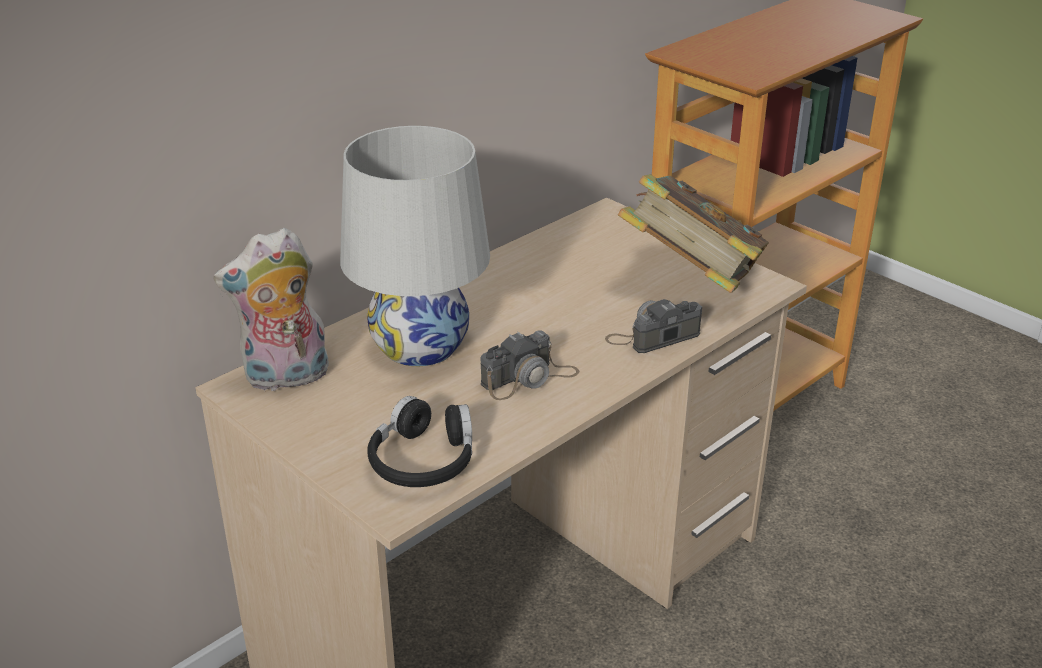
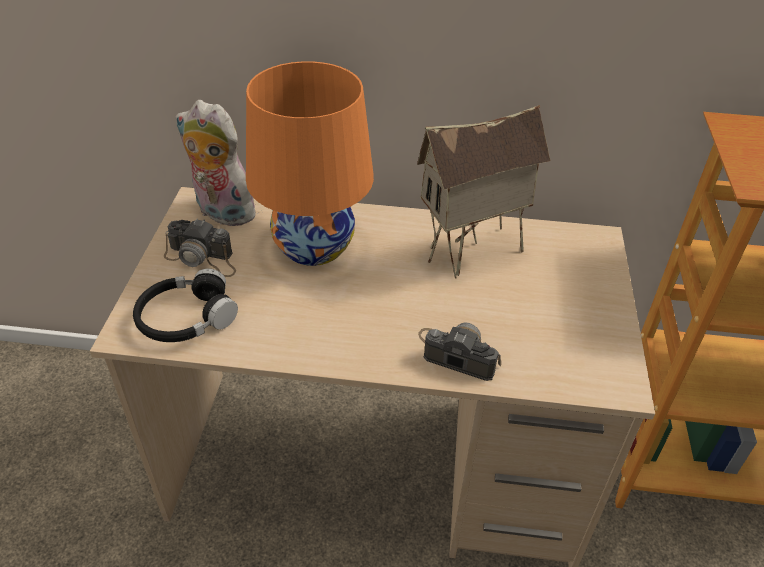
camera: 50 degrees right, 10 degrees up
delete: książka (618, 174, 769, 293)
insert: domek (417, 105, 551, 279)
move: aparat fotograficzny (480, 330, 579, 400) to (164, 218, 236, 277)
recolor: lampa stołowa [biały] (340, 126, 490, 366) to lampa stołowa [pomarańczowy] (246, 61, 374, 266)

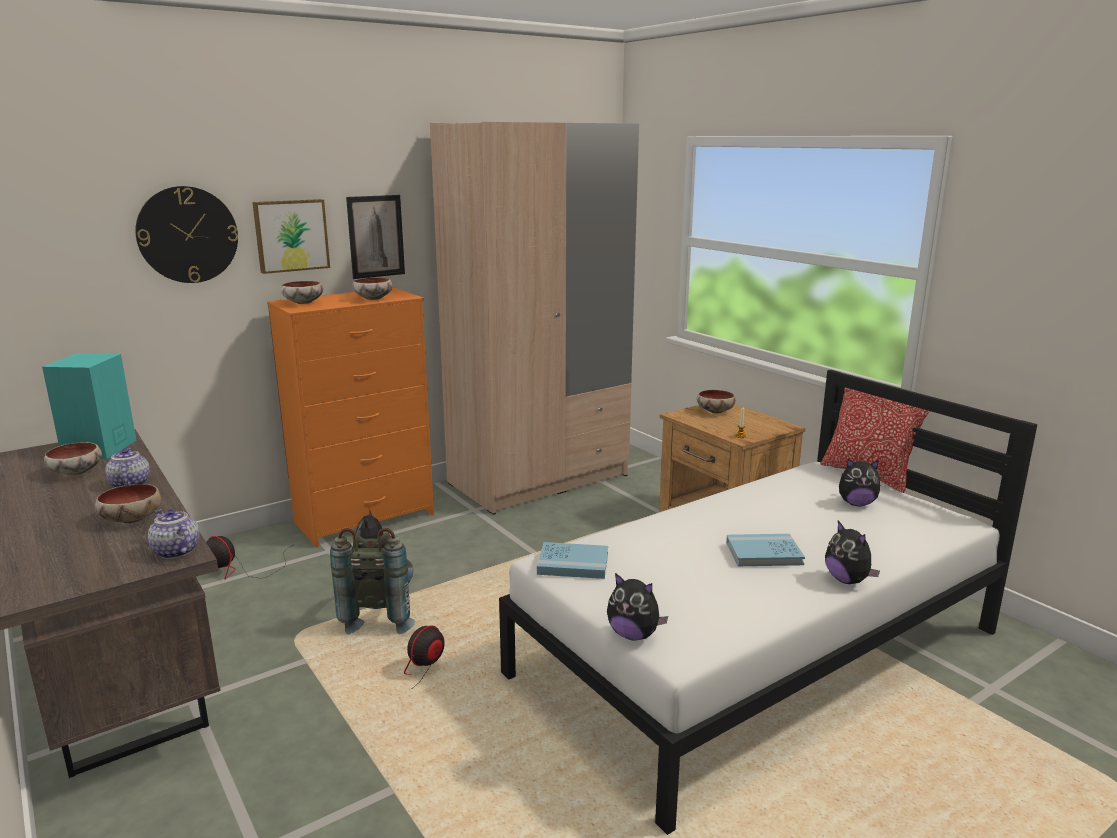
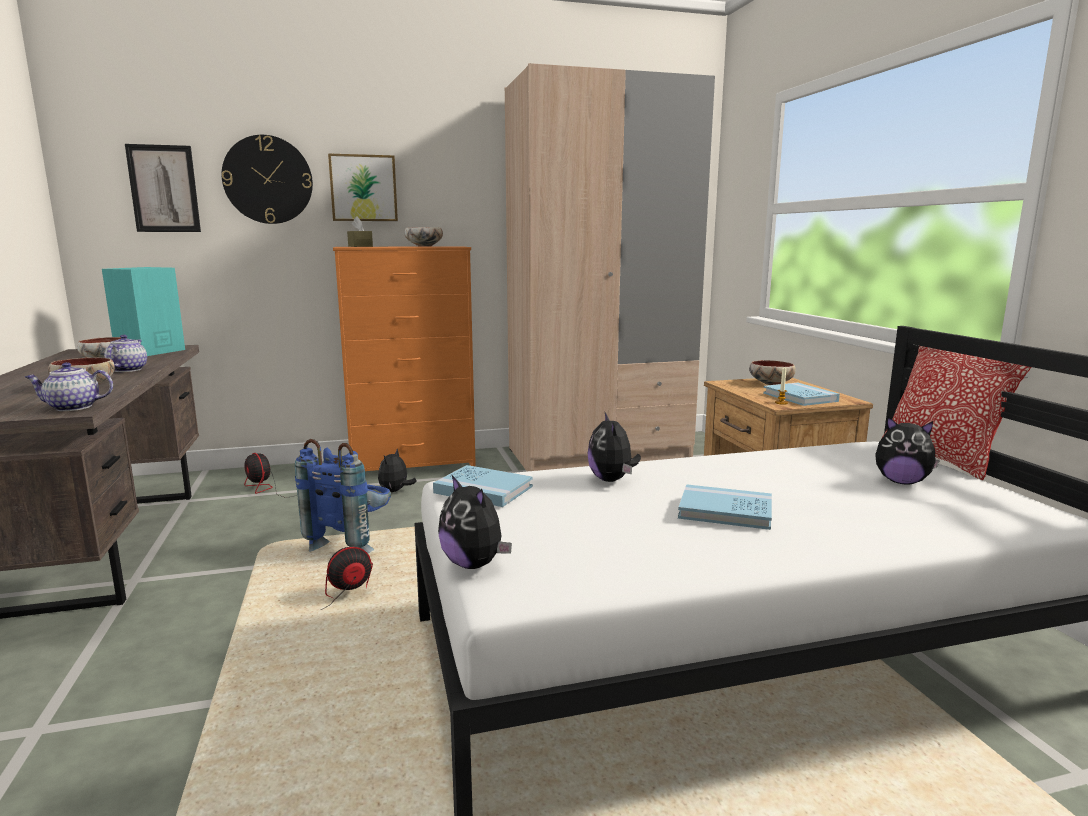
camera: 20 degrees right, 5 degrees down
insert: książka [niebieski] (763, 383, 840, 406)
move: obraz (346, 195, 405, 279) to (125, 144, 201, 232); pluszak (825, 521, 880, 584) to (588, 411, 641, 482)
replace: miska (281, 281, 323, 304) to pudełko chusteczek [brązowy] (347, 216, 373, 247)
recolor: plecak [szary] (330, 528, 415, 634) to plecak [niebieski] (295, 439, 391, 554)
rotate: imbryk (148, 509, 199, 559) = (25, 362, 113, 411) 75 degrees counterclockwise

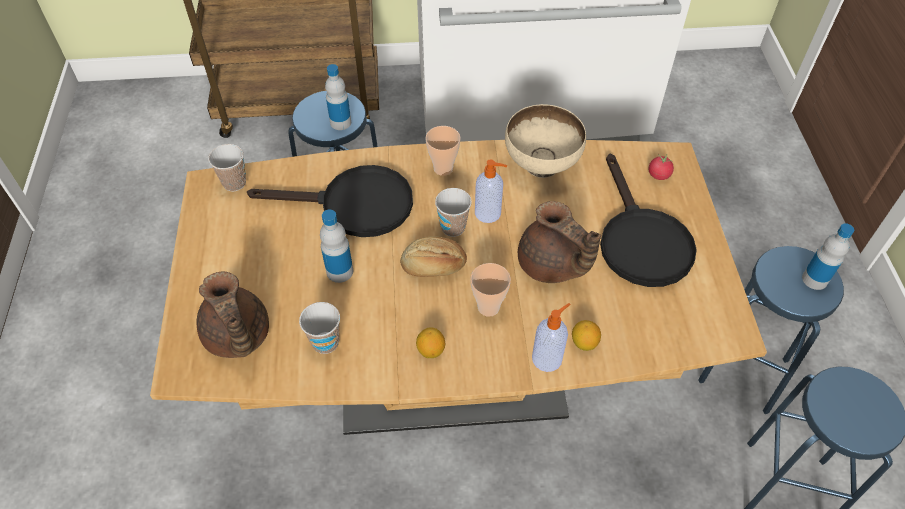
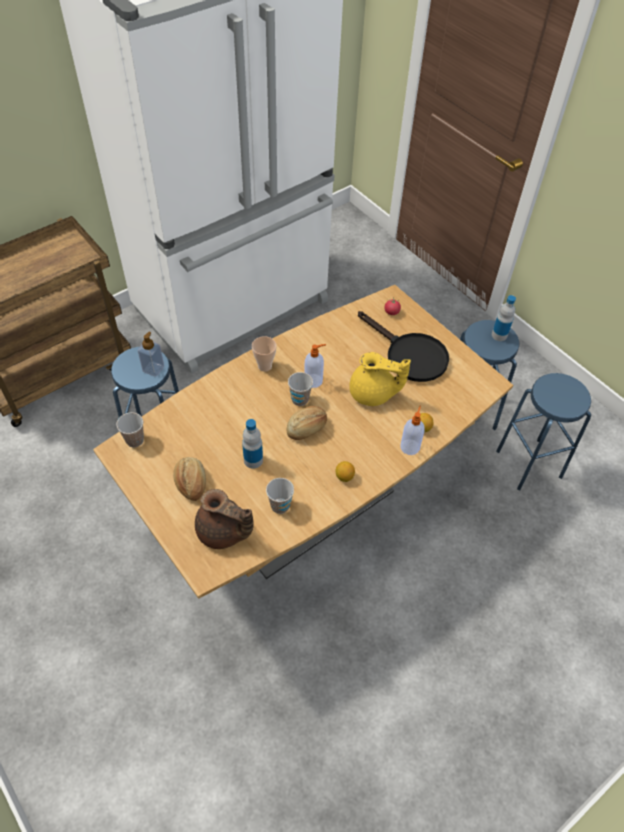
camera: 35 degrees left, 0 degrees up
delete: patelnia [czarny] (247, 165, 413, 237); filiżanka (470, 263, 511, 317); miska [beżowy] (505, 104, 586, 178)
insert: chleb (173, 457, 206, 501)
replace: butelka (325, 64, 351, 130) to dozownik mydła (138, 332, 164, 376)
recolor: imbryk [brązowy] (518, 201, 601, 283) to imbryk [żółty] (349, 352, 411, 406)

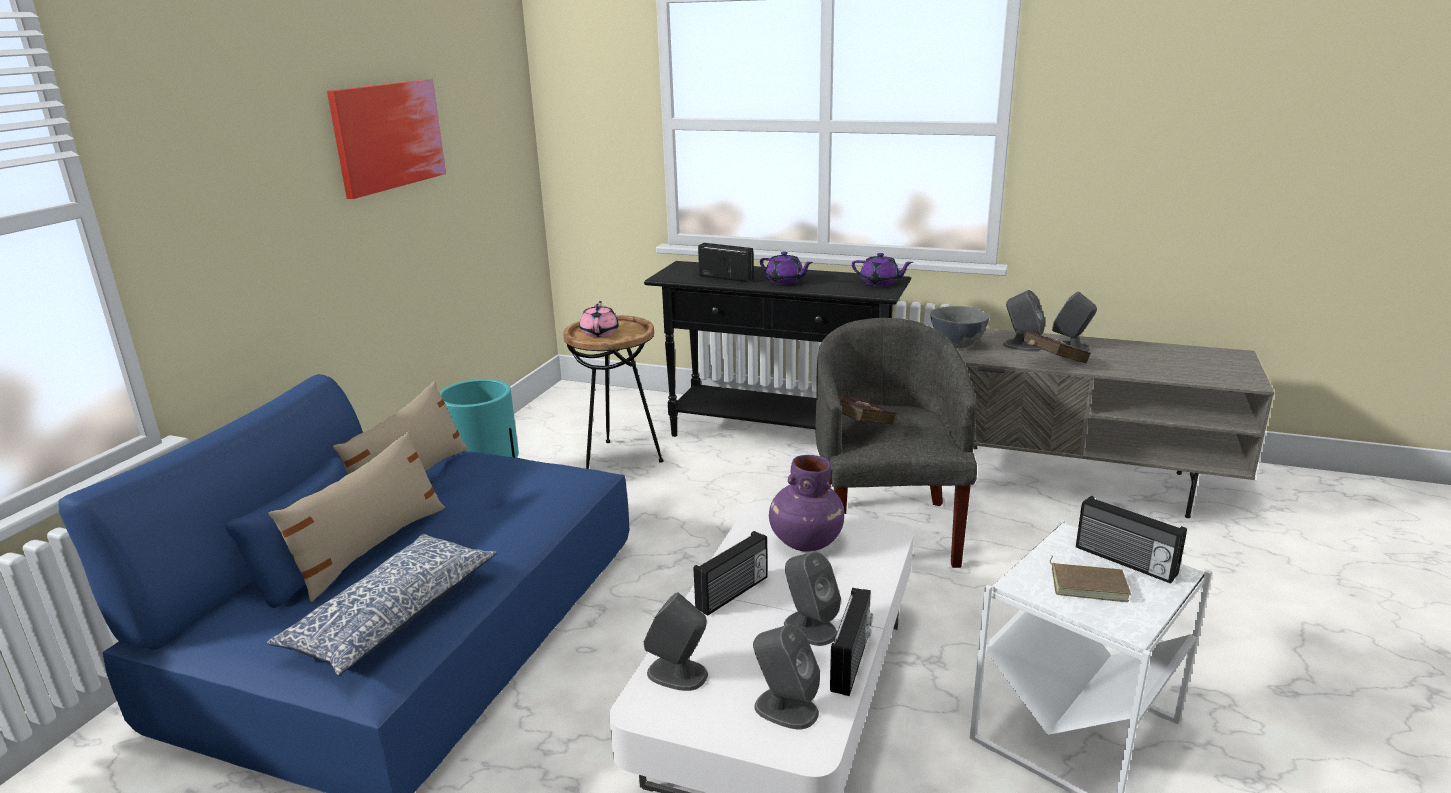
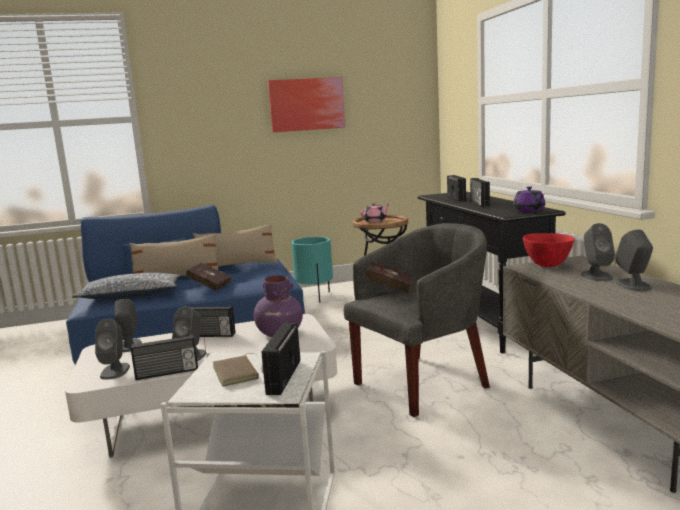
camera: 55 degrees right, 10 degrees down
move: książka [czerwony] (1022, 331, 1091, 364) to (186, 263, 231, 291)
replace: imbryk [fioletowy] (760, 252, 813, 284) to radio (470, 178, 490, 207)
recolor: miska [szary] (930, 306, 990, 348) to miska [czerwony] (523, 233, 575, 267)

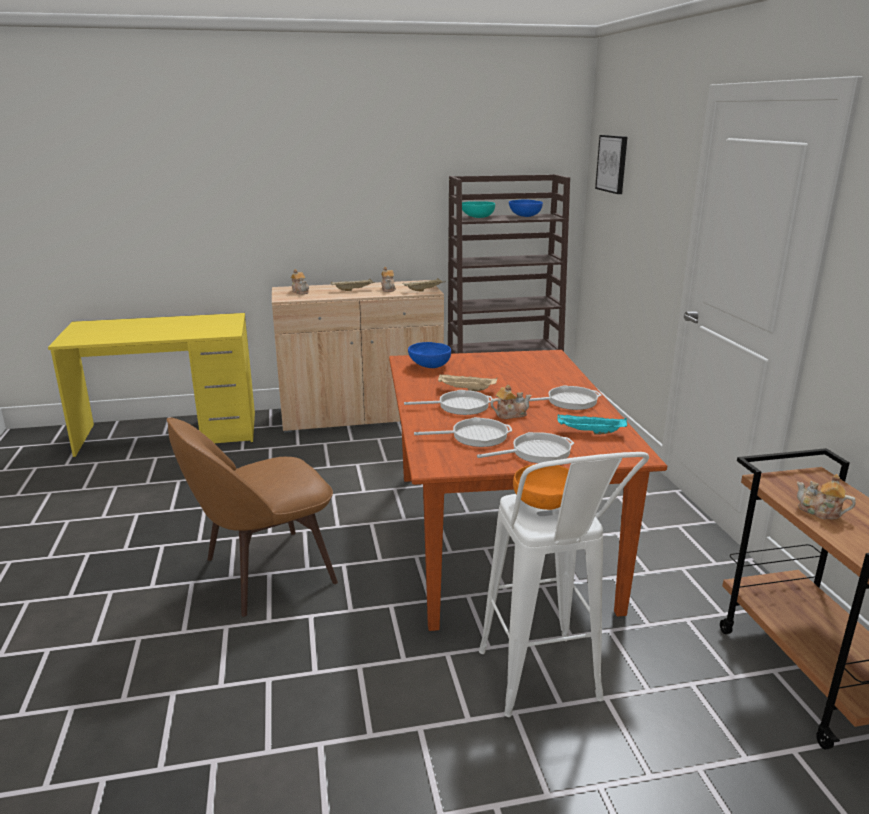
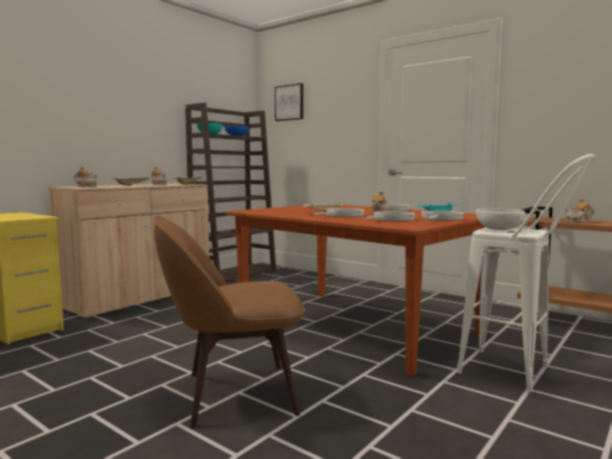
camera: 40 degrees left, 15 degrees down
delete: miska [niebieski] (408, 342, 451, 368)
recolor: miska [pomarańczowy] (513, 464, 569, 510) to miska [biały] (476, 208, 526, 230)
rotate: krzesło [brązowy] (167, 417, 338, 617) = (154, 216, 306, 428) 60 degrees clockwise

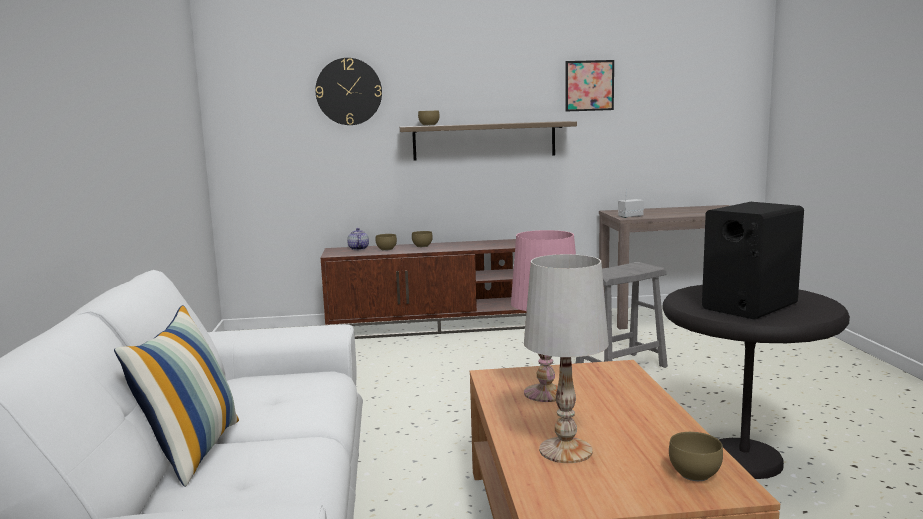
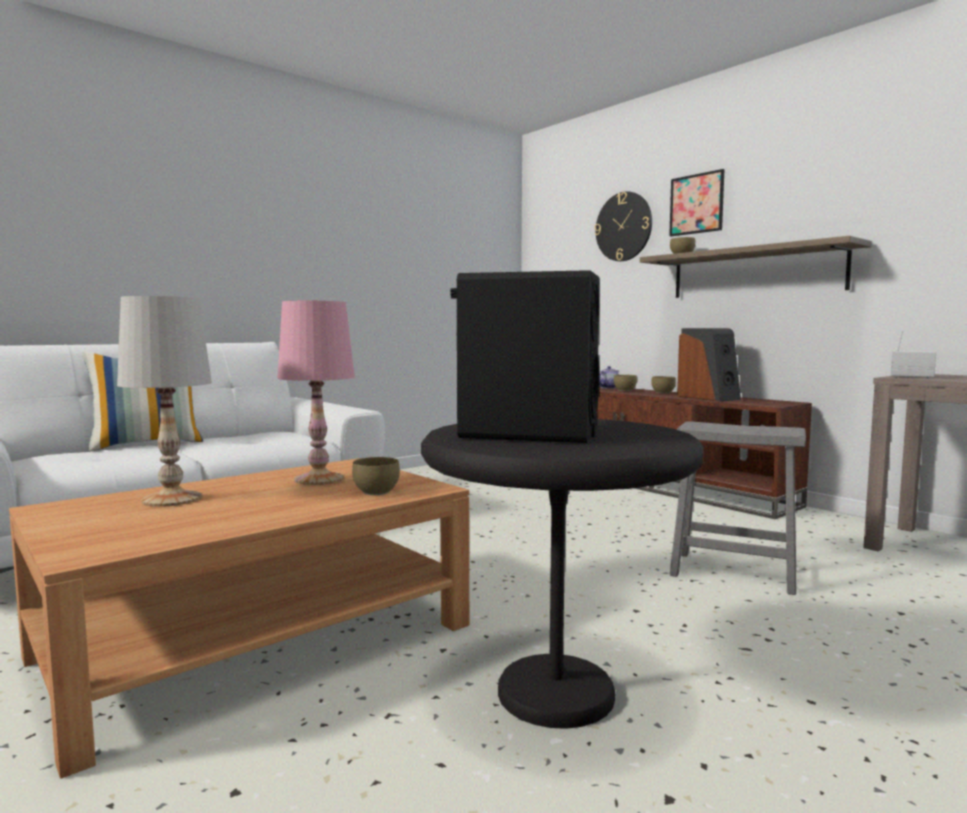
camera: 55 degrees right, 5 degrees down
insert: głośnik (677, 328, 741, 401)
move: obraz (565, 60, 614, 112) to (669, 169, 725, 236); miska [brązowy] (669, 432, 723, 481) to (352, 457, 400, 495)

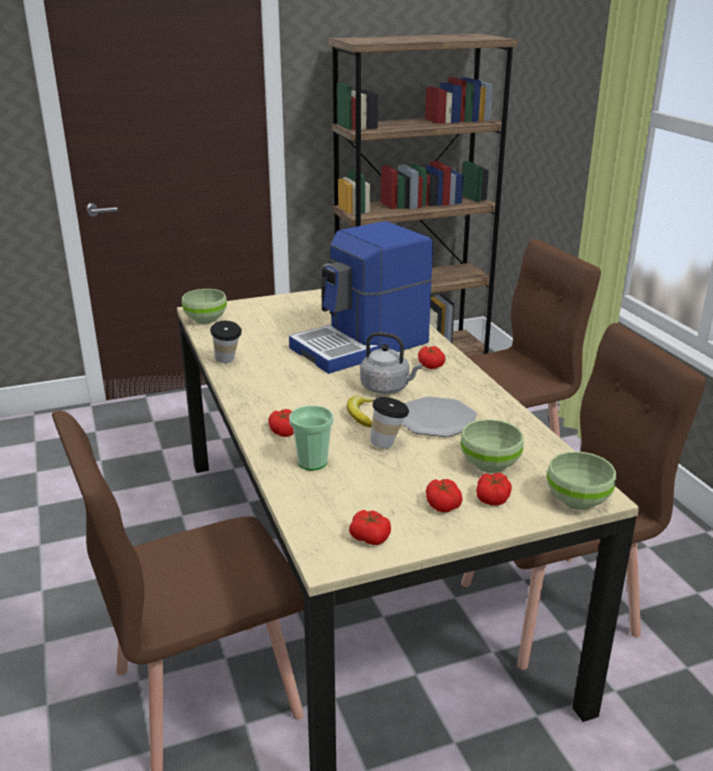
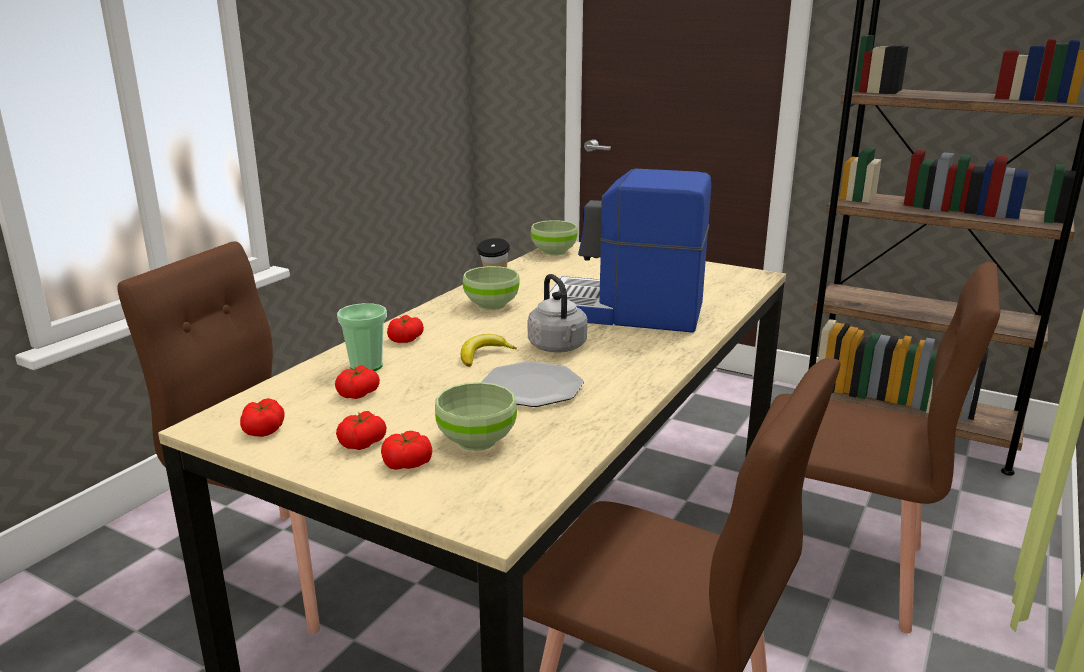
camera: 50 degrees right, 5 degrees down
delete: filiżanka (370, 397, 409, 448)
move: pomidor (418, 346, 445, 369) to (335, 365, 380, 399); miska [zielony] (547, 451, 616, 510) to (463, 266, 520, 310)

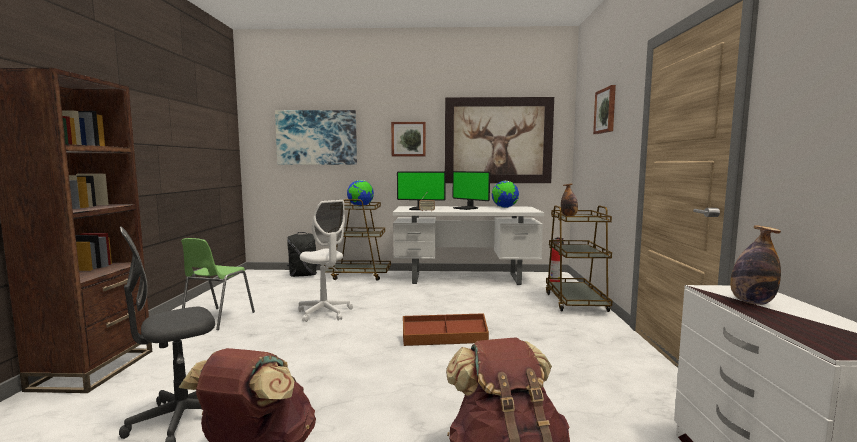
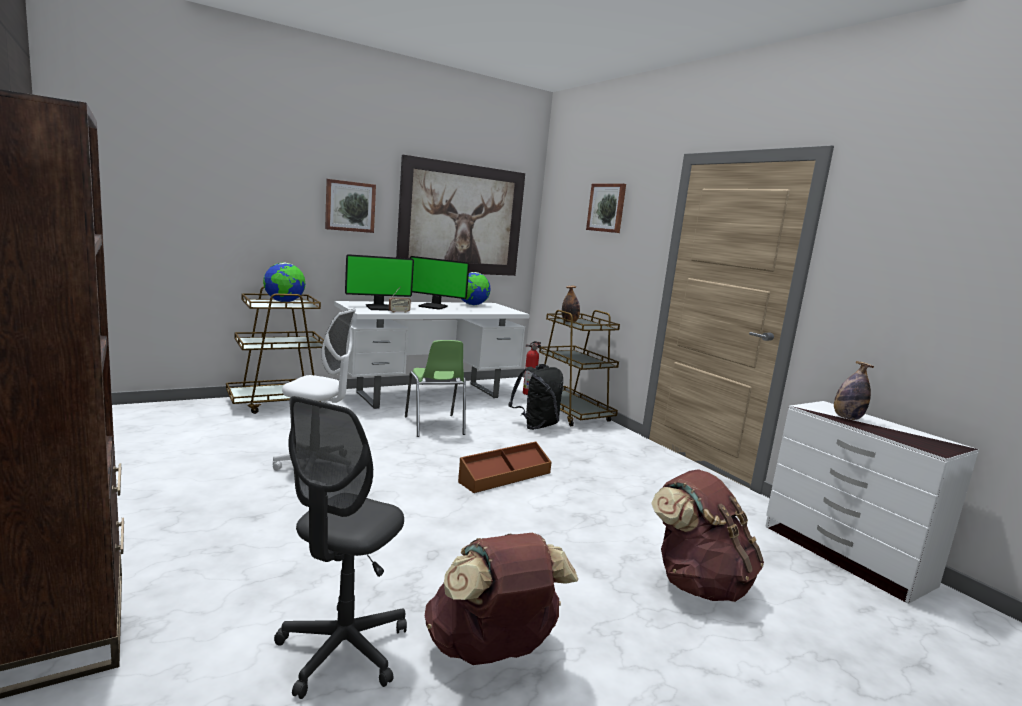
camera: 35 degrees left, 5 degrees up
delete: obraz (275, 110, 357, 165)
move: krzesło [zielony] (181, 238, 255, 330) to (405, 340, 466, 437); plecak [czarny] (287, 232, 319, 277) to (508, 364, 563, 430)

